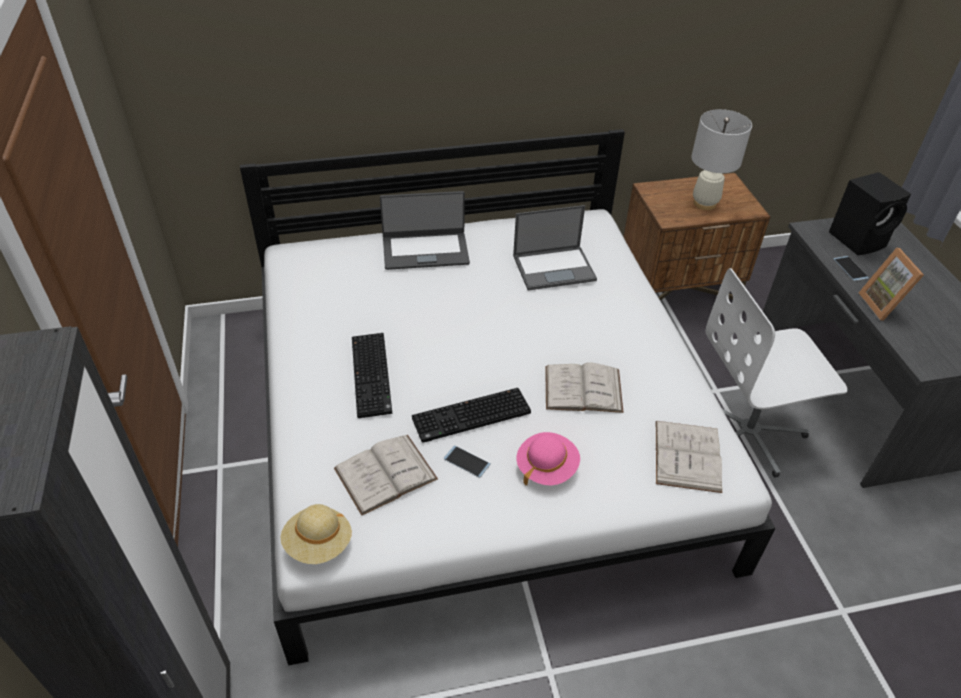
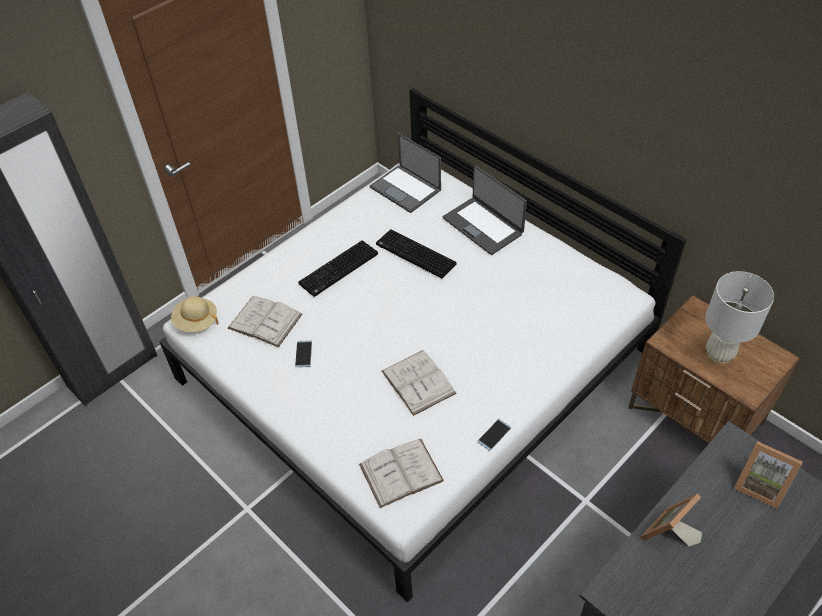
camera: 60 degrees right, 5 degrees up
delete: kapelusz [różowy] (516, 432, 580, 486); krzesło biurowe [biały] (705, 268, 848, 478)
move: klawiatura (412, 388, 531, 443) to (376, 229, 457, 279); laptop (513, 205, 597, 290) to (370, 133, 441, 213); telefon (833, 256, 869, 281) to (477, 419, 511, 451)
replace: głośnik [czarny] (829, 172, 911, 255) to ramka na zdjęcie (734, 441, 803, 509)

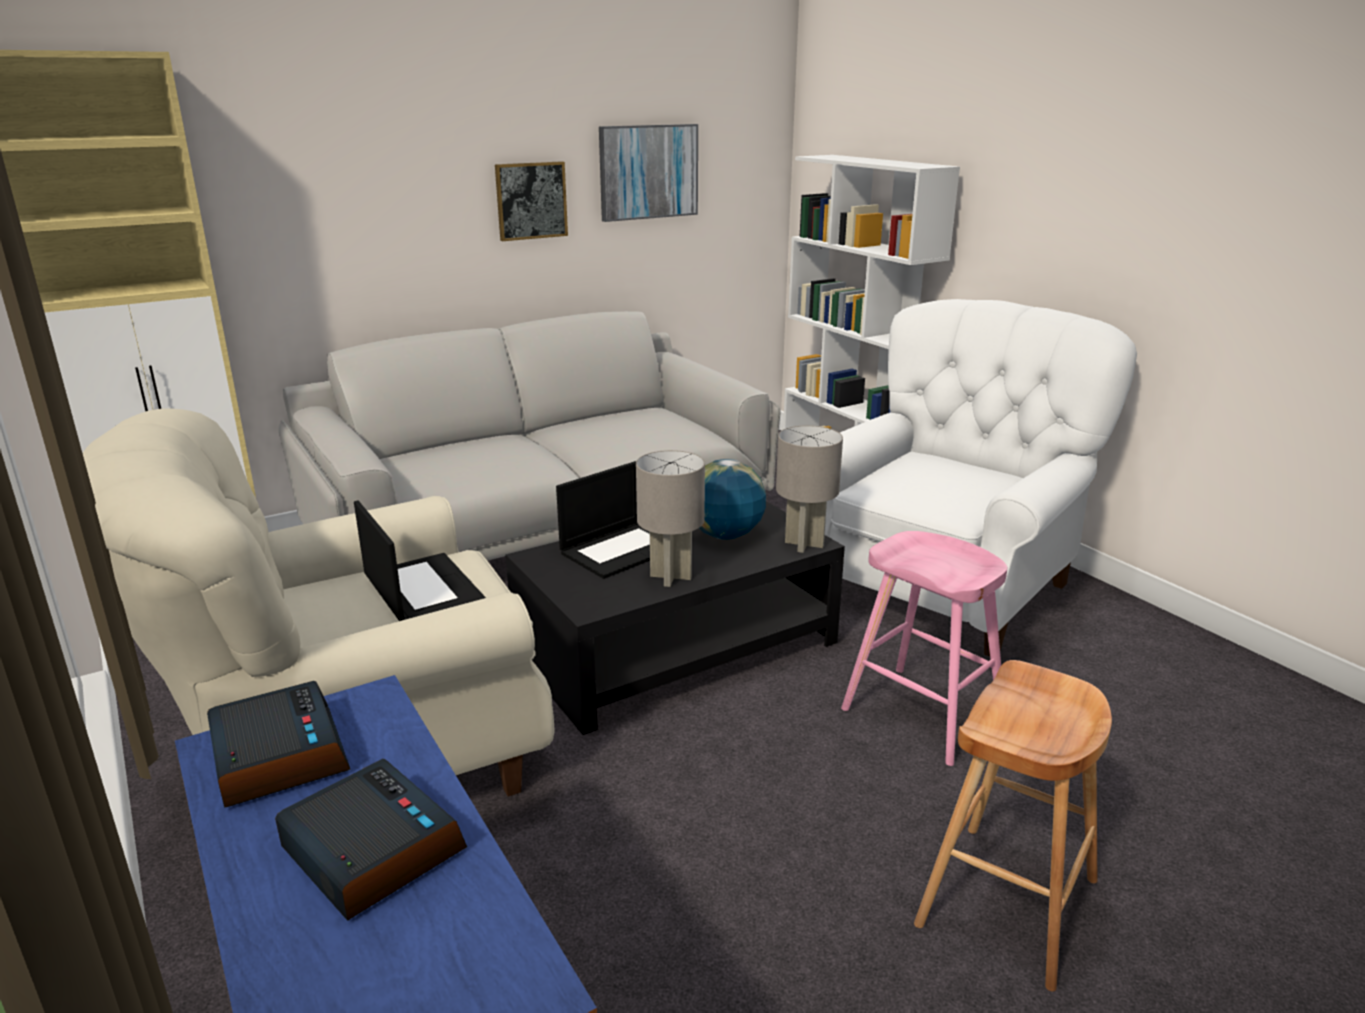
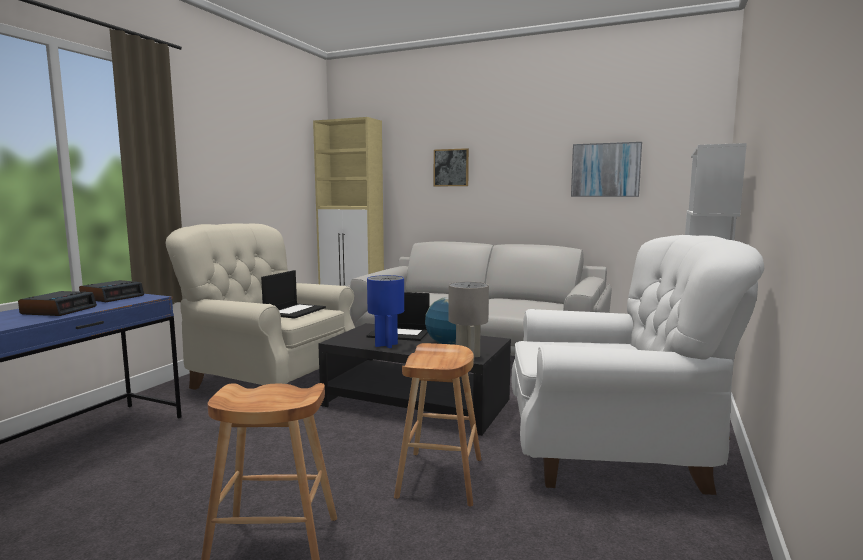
camera: 55 degrees right, 15 degrees down
move: obraz (495, 161, 568, 241) to (434, 148, 469, 186)
recolor: lampa stołowa [szary] (636, 450, 705, 587) to lampa stołowa [niebieski] (367, 275, 404, 348); stołek [różowy] (841, 531, 1007, 766) to stołek [brązowy] (394, 343, 482, 507)

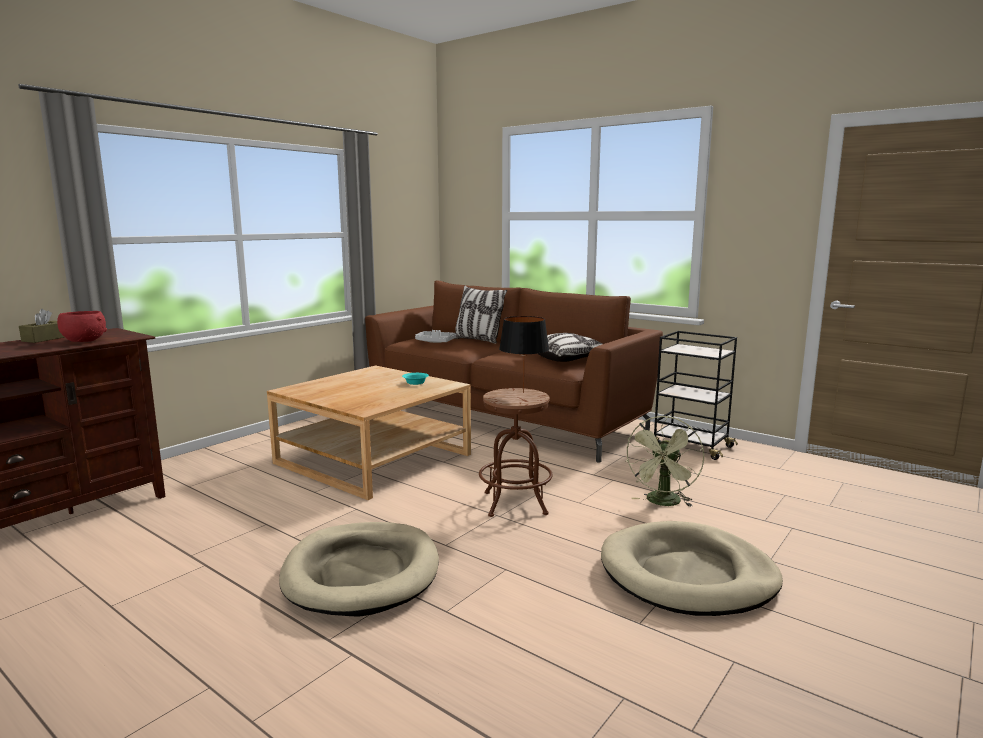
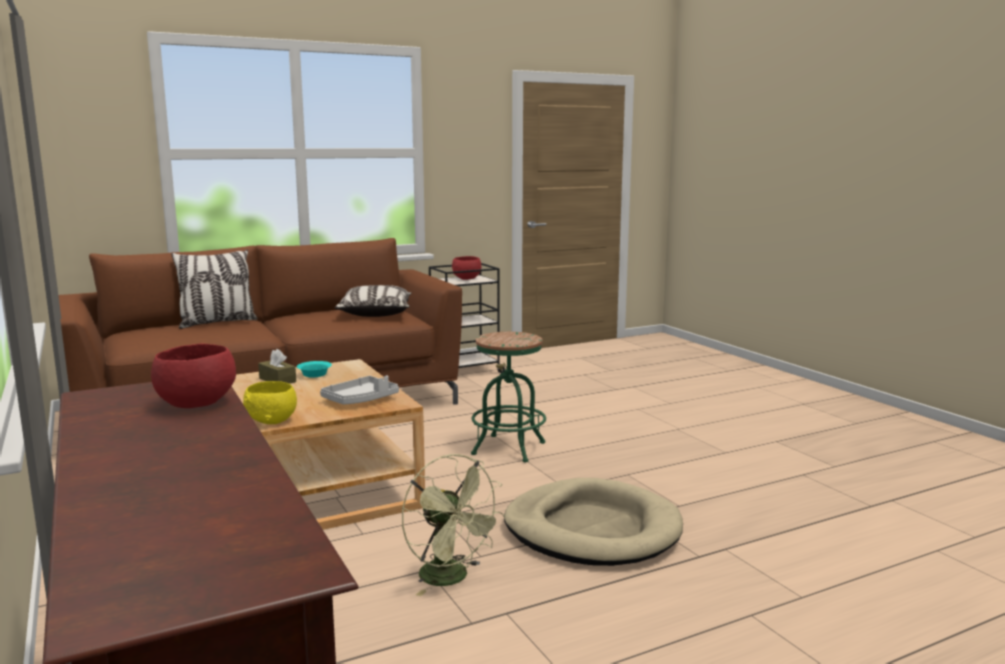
camera: 65 degrees left, 0 degrees up
delete: lampa stołowa [czarny] (499, 316, 549, 393); legowisko [beżowy] (601, 521, 783, 616)
insert: miska [żółty] (243, 381, 297, 424); miska [czerwony] (452, 256, 481, 280)
move: pudełko chusteczek [brązowy] (19, 309, 65, 343) to (258, 349, 296, 384); taca [szary] (415, 330, 456, 343) to (320, 376, 399, 404); wentylator [zielony] (626, 416, 704, 507) to (402, 454, 505, 596)
recolor: stołek [brązowy] (479, 388, 553, 517) to stołek [zielony] (471, 332, 546, 463)

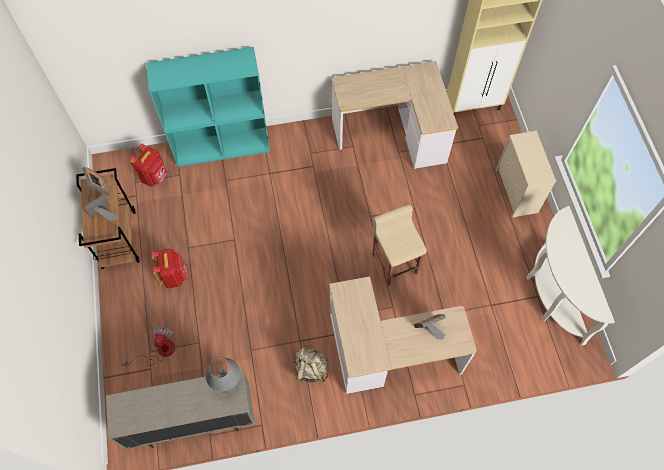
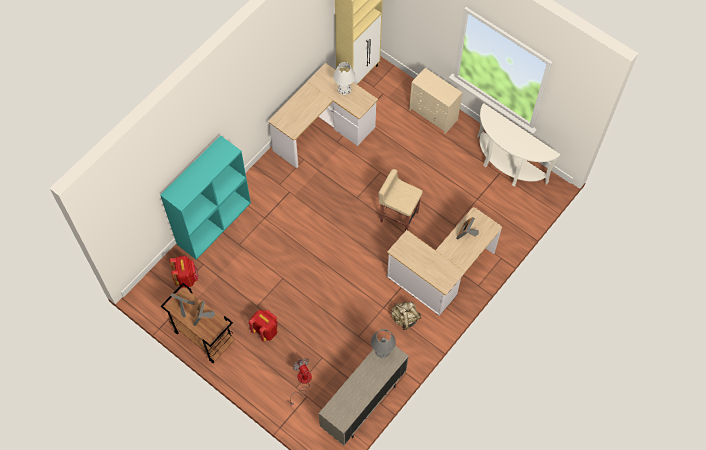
camera: 40 degrees left, 0 degrees up
insert: lampa stołowa [biały] (333, 62, 355, 95)

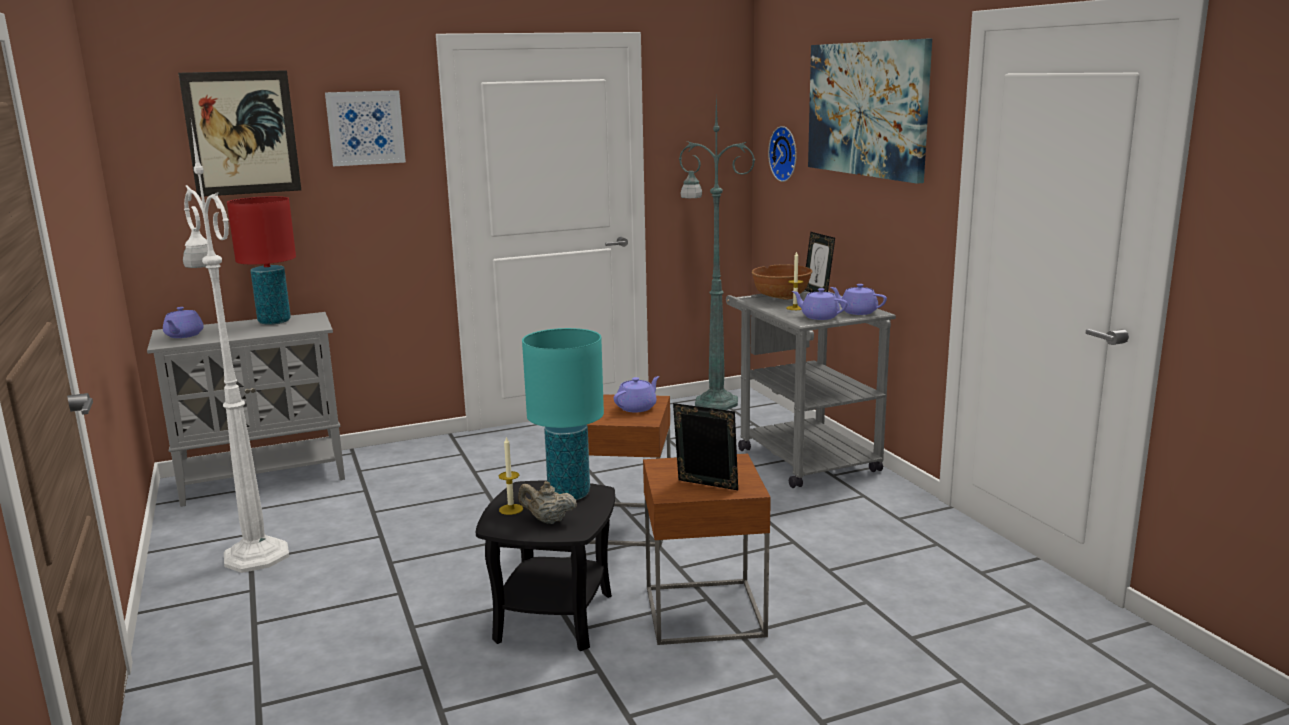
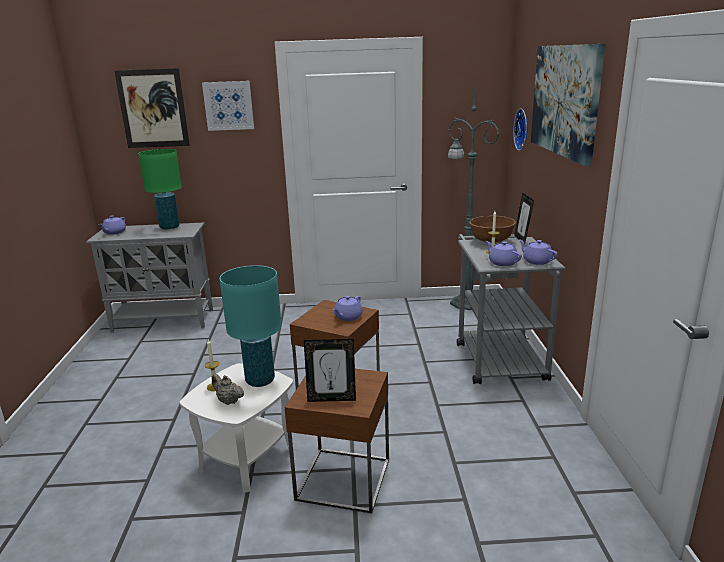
camera: 20 degrees right, 5 degrees up
delete: lampa stojąca [biały] (183, 121, 289, 573)
recolor: lampa stołowa [czerwony] (227, 196, 296, 325) to lampa stołowa [zielony] (138, 149, 182, 229); stolik [czarny] (476, 481, 615, 651) to stolik [biały] (180, 363, 293, 493)
rotate: imbryk [fioletowy] (614, 376, 659, 412) = (333, 296, 363, 321) 150 degrees clockwise; ramka na zdjęcie (673, 403, 738, 490) = (304, 339, 356, 402) 135 degrees clockwise

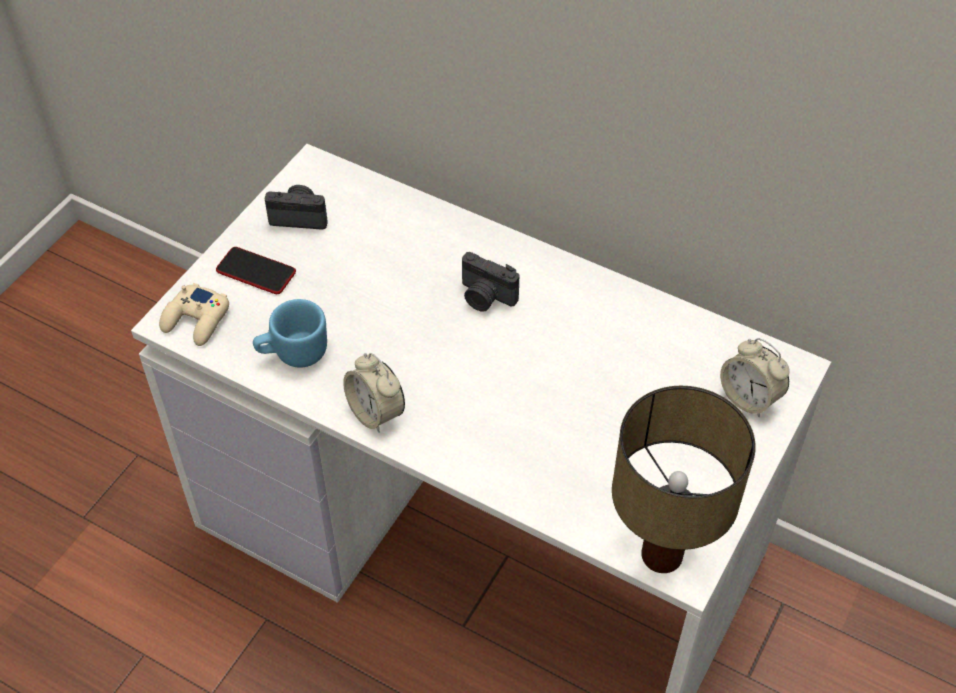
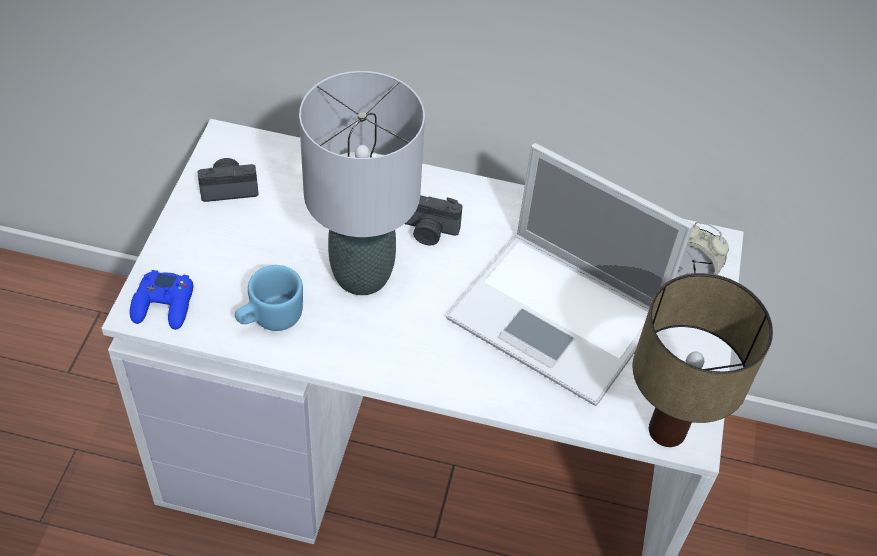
camera: 20 degrees left, 0 degrees up
delete: telefon (216, 247, 296, 294); budzik (343, 353, 405, 433)
insert: lampa stołowa [szary] (299, 71, 425, 295); laptop (446, 143, 694, 406)
recolor: pad do gier [beżowy] (159, 283, 229, 346) to pad do gier [niebieski] (130, 270, 193, 330)

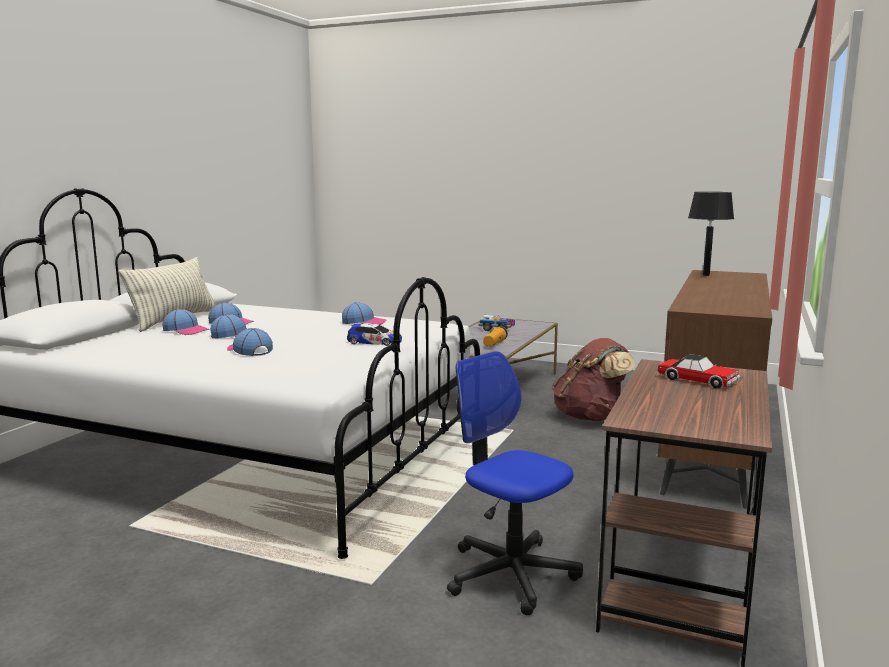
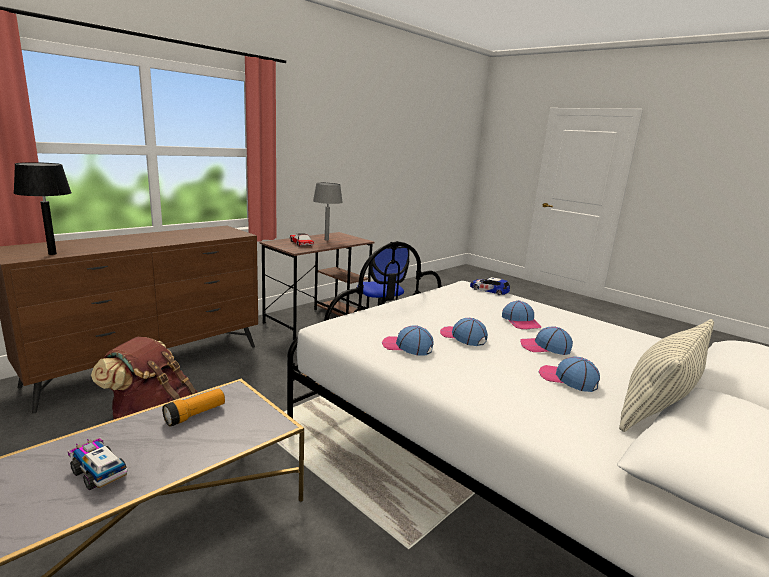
camera: 160 degrees left, 5 degrees up
insert: lampa stołowa [szary] (313, 183, 343, 240)
move: czapka z daszkiem (163, 309, 209, 335) to (440, 318, 488, 346); samochodzik (347, 323, 402, 346) to (470, 277, 510, 295)

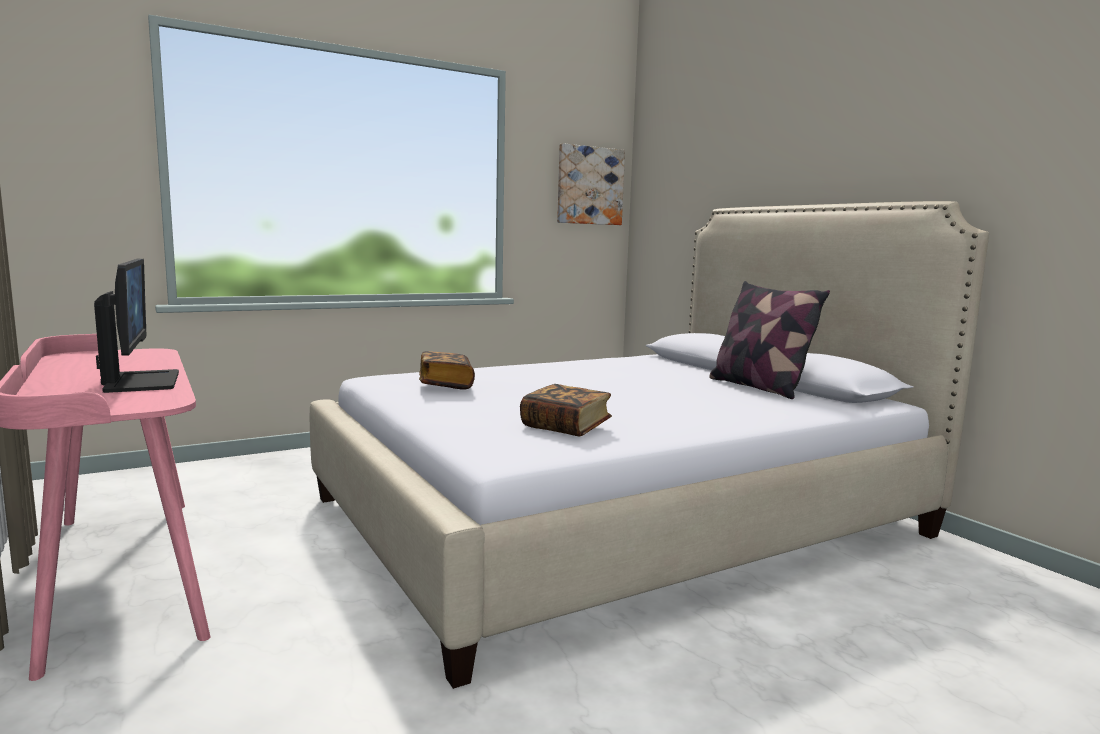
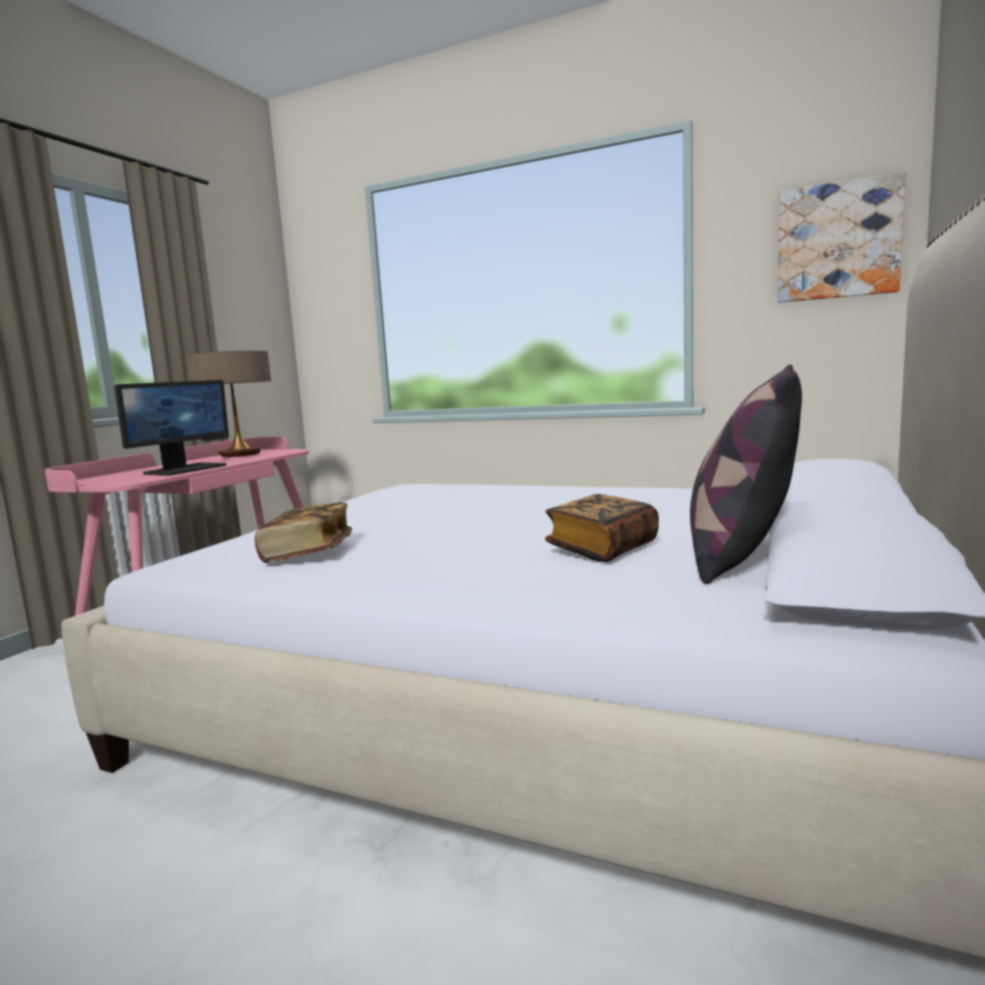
camera: 55 degrees right, 0 degrees up
insert: lampa stołowa (186, 351, 271, 457)
move: książka (419, 351, 475, 390) to (545, 494, 659, 562)

